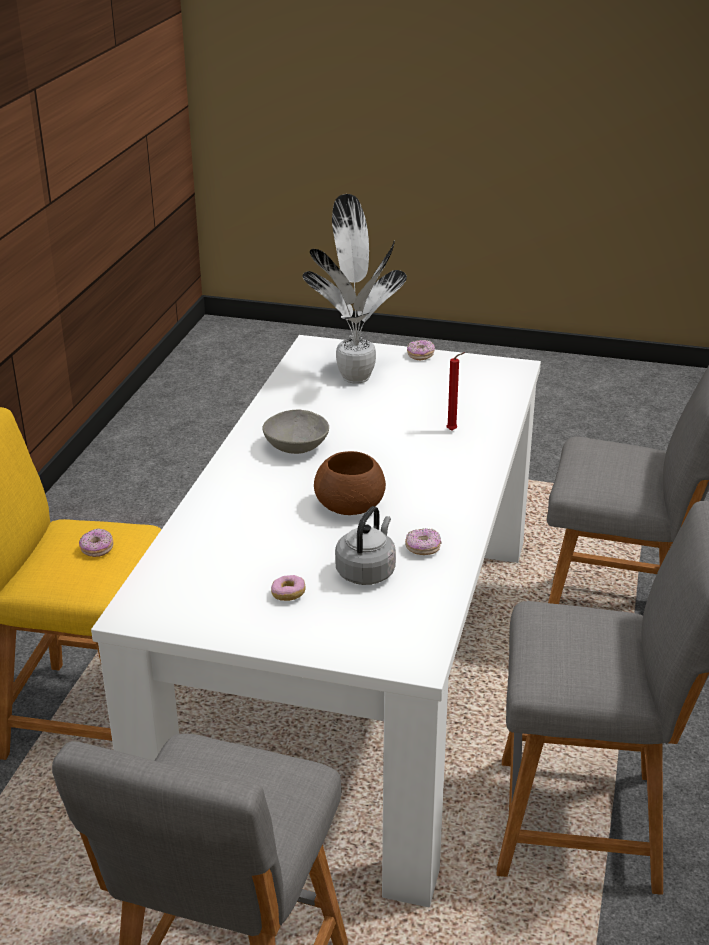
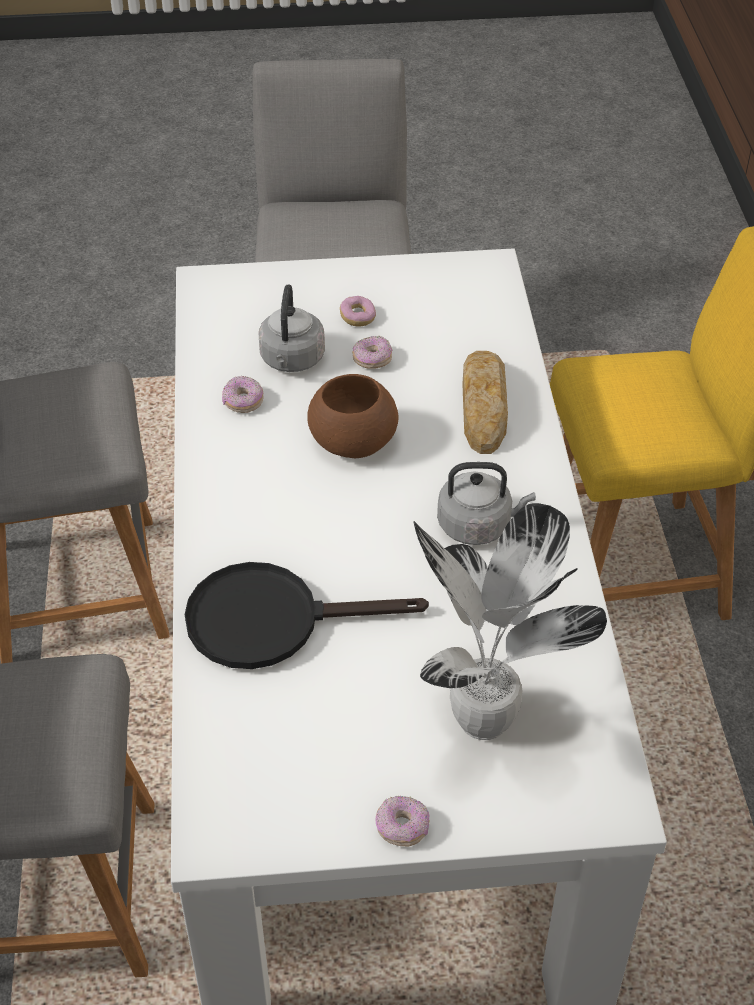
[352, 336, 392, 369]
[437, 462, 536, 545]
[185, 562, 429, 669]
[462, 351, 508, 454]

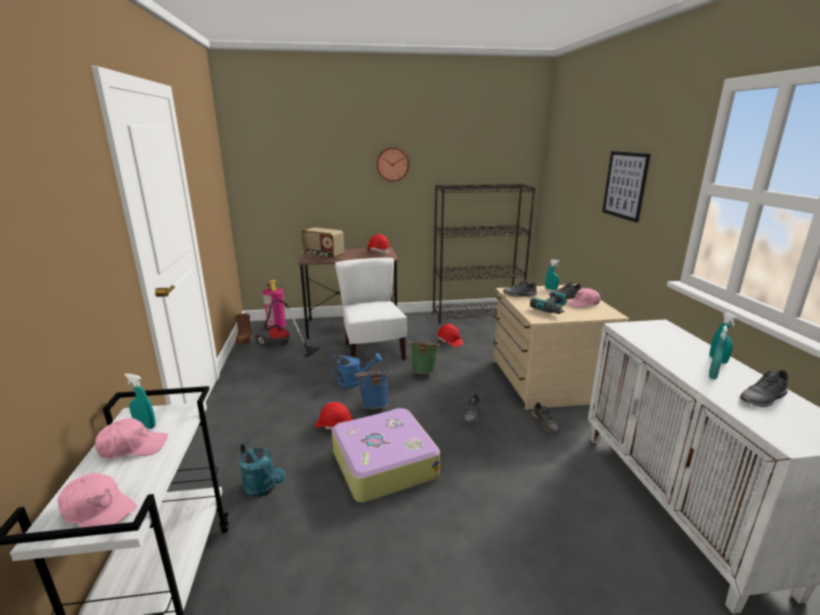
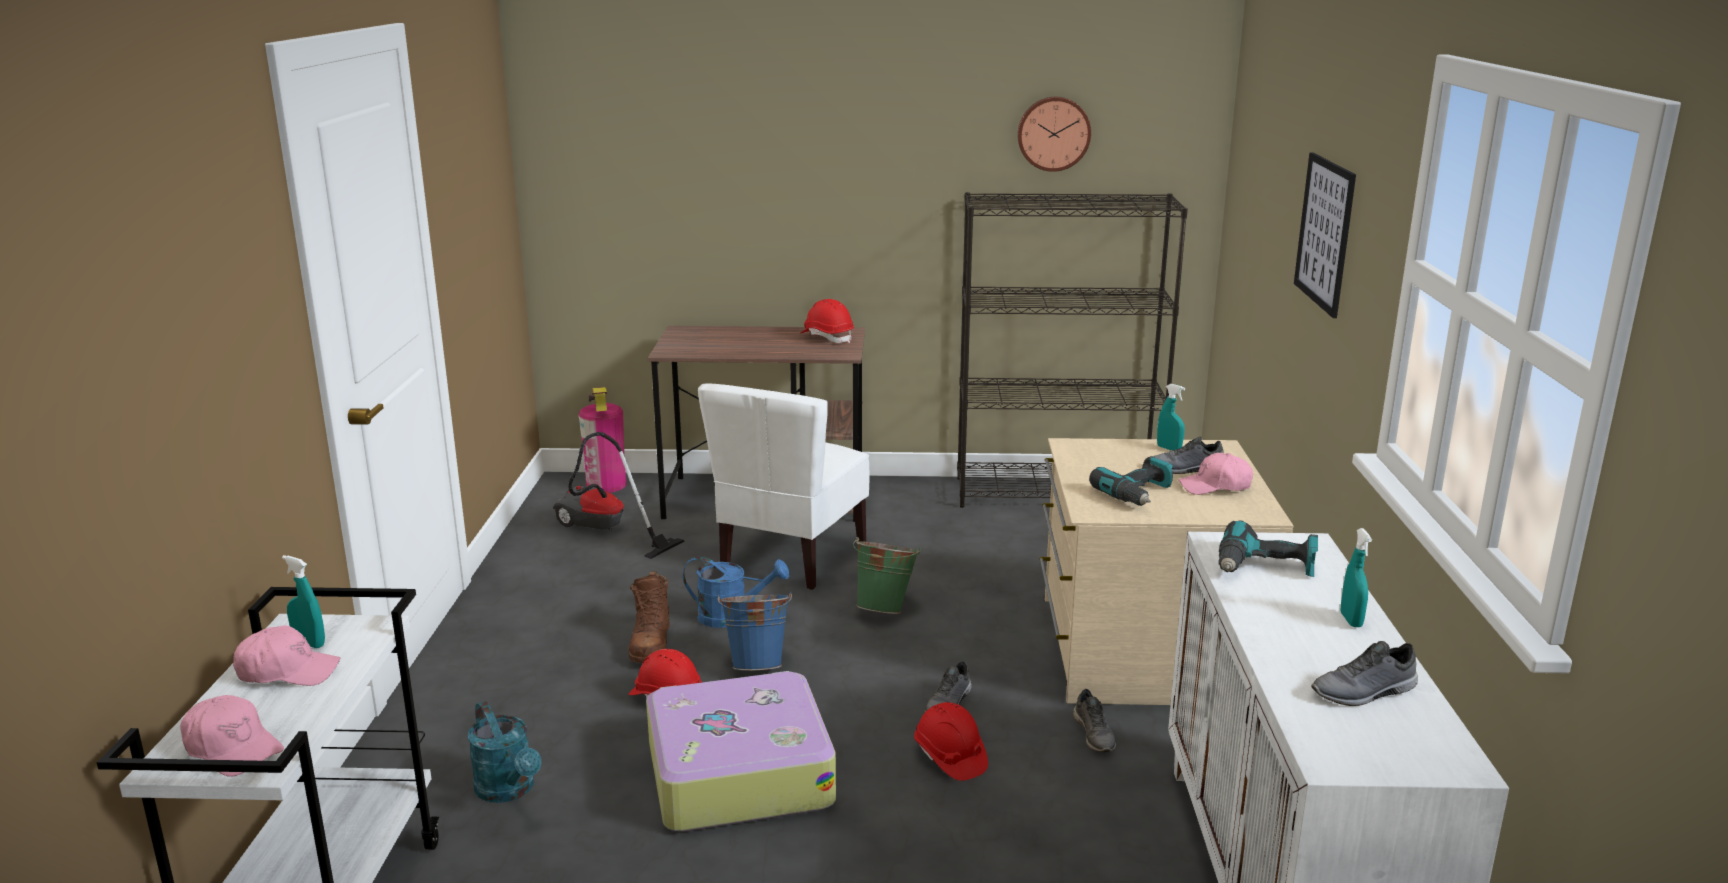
[628, 571, 670, 663]
[301, 227, 344, 260] (first image)
[698, 384, 869, 590]
[1017, 97, 1091, 172]
[914, 702, 988, 781]
[503, 280, 537, 297] (first image)
[709, 326, 727, 379] (first image)
[1218, 520, 1318, 577]

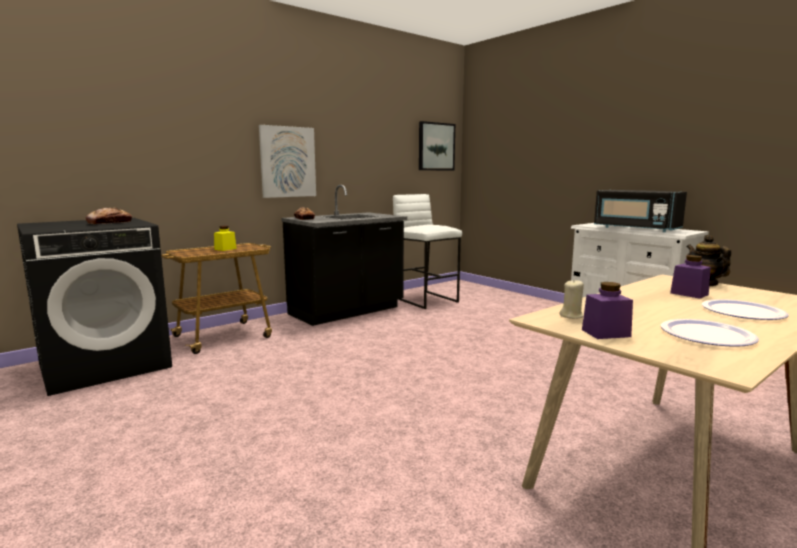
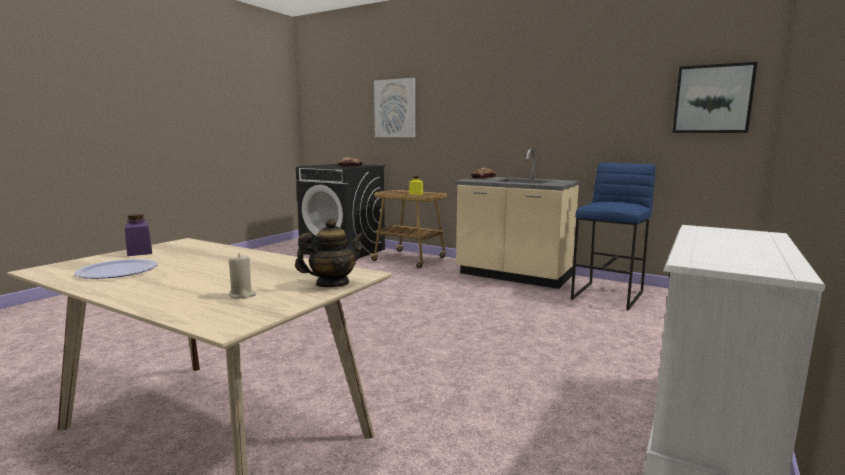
[374, 78, 415, 137]
[455, 148, 580, 289]
[571, 163, 656, 311]
[229, 254, 256, 299]
[594, 190, 687, 232] (first image)
[670, 255, 711, 299] (first image)
[702, 299, 789, 320] (first image)

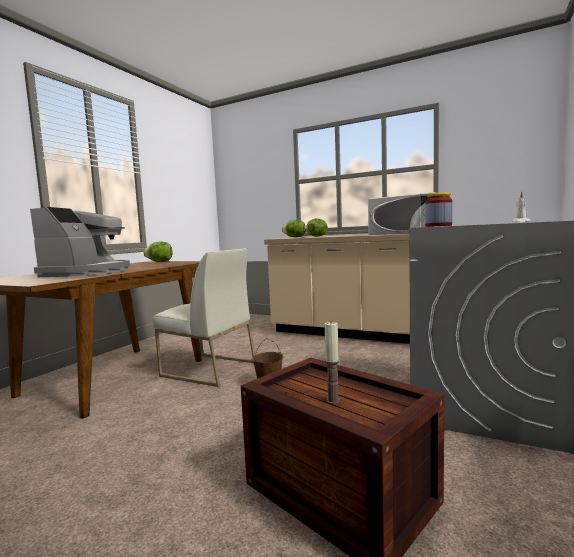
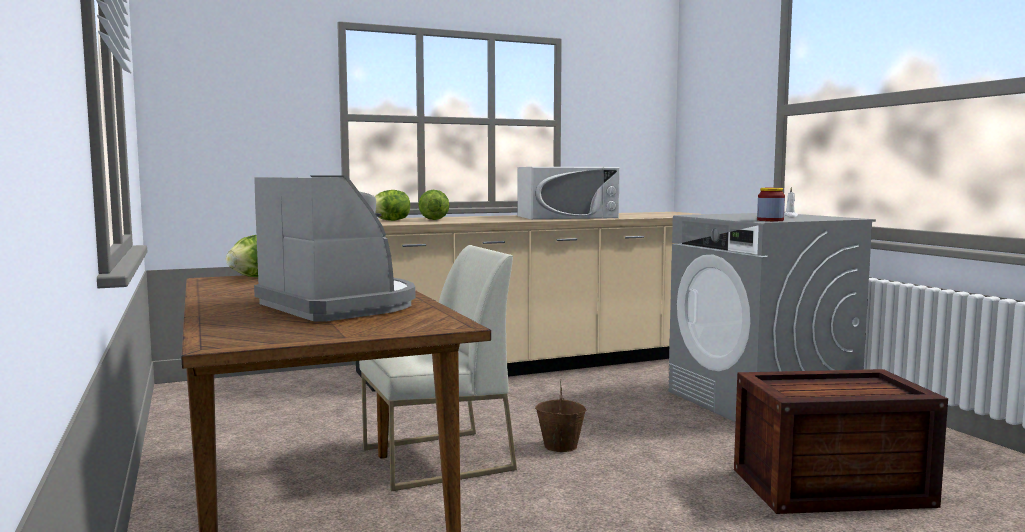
[325, 322, 340, 404] (first image)

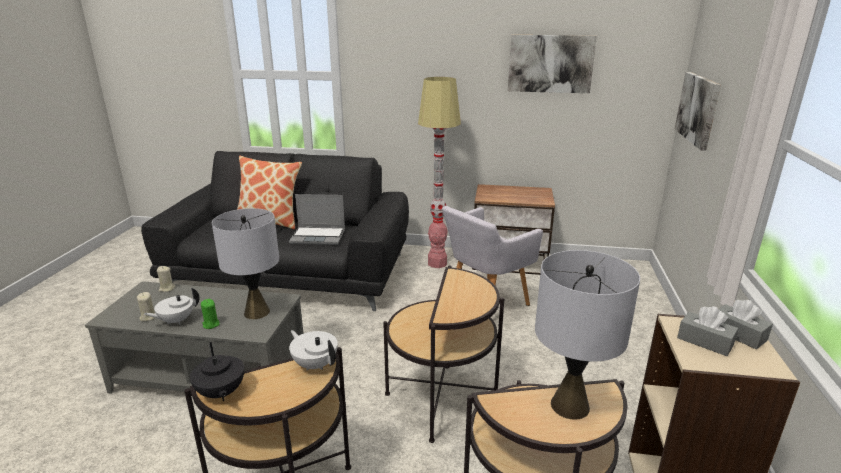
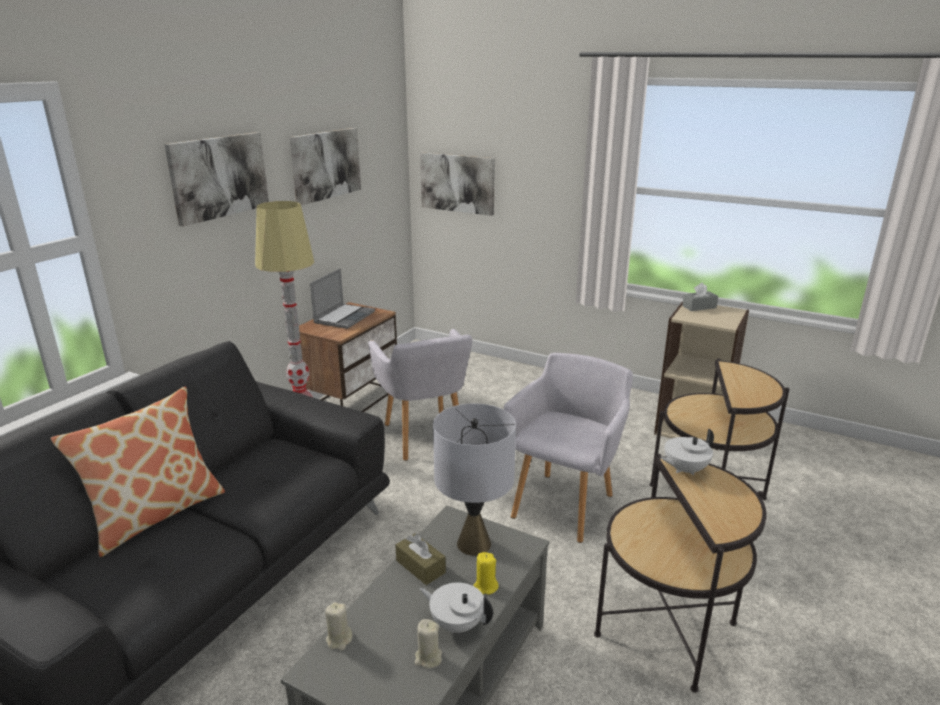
[419, 582, 493, 634]
[190, 342, 244, 401] (first image)
[473, 552, 499, 594]
[310, 268, 375, 329]
[504, 353, 633, 543]
[535, 250, 640, 420] (first image)
[677, 306, 739, 356] (first image)
[164, 132, 269, 227]
[395, 533, 446, 585]

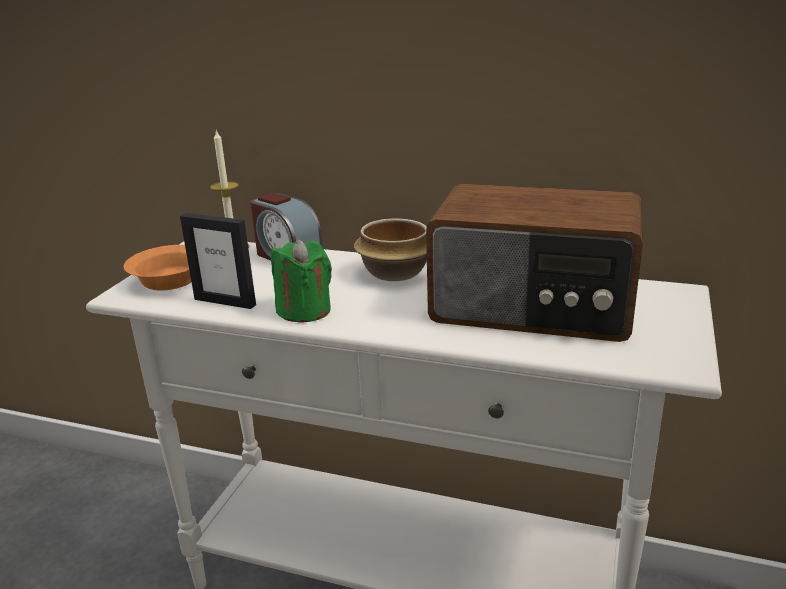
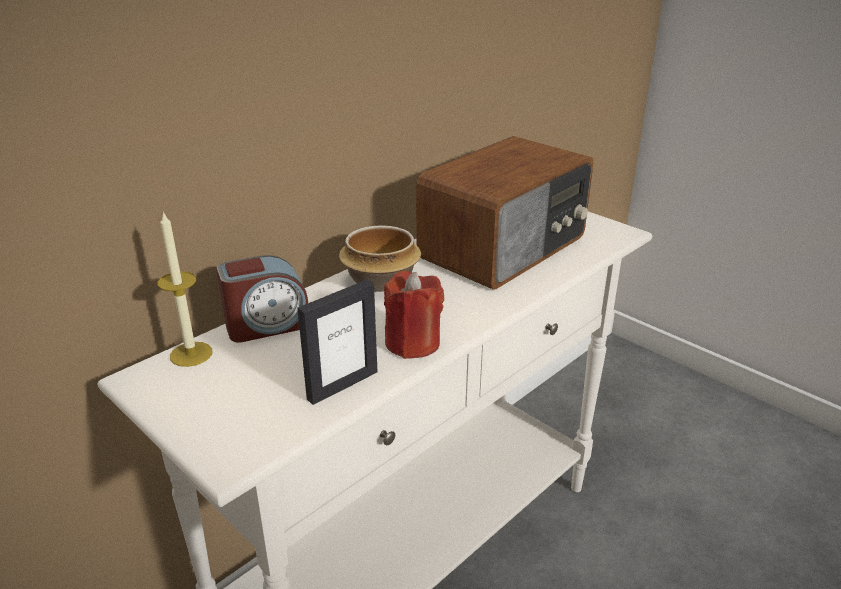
[124, 245, 191, 290] (first image)
[384, 271, 444, 359]

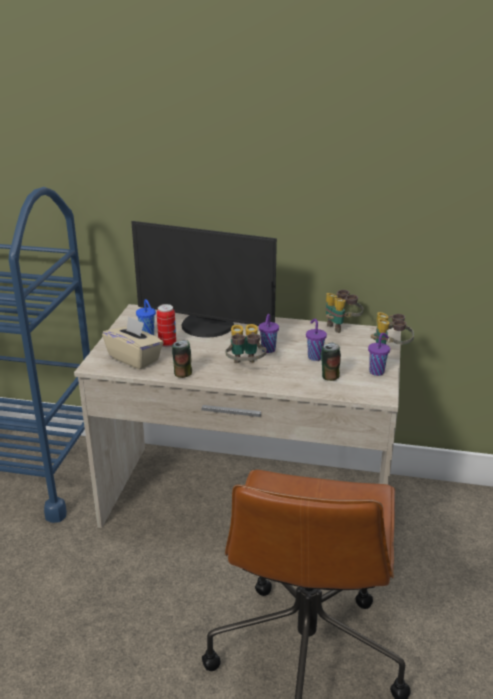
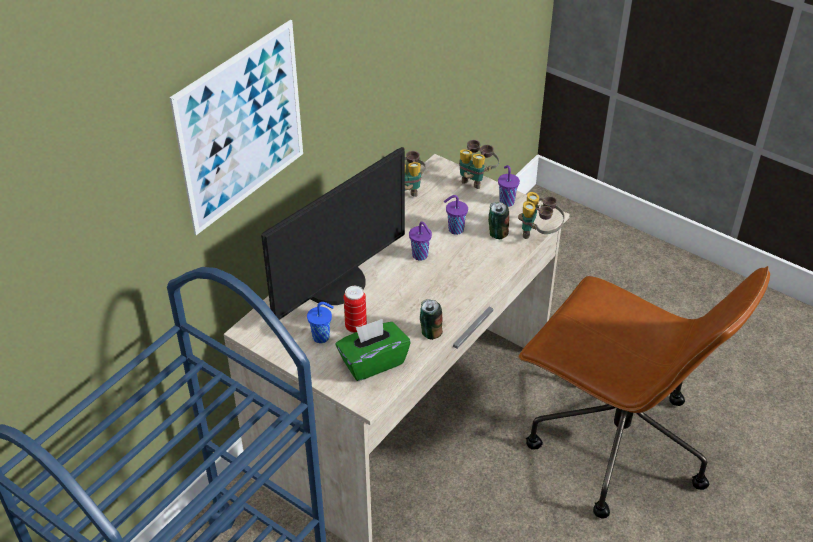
[336, 319, 410, 381]
[518, 192, 565, 239]
[170, 20, 303, 235]

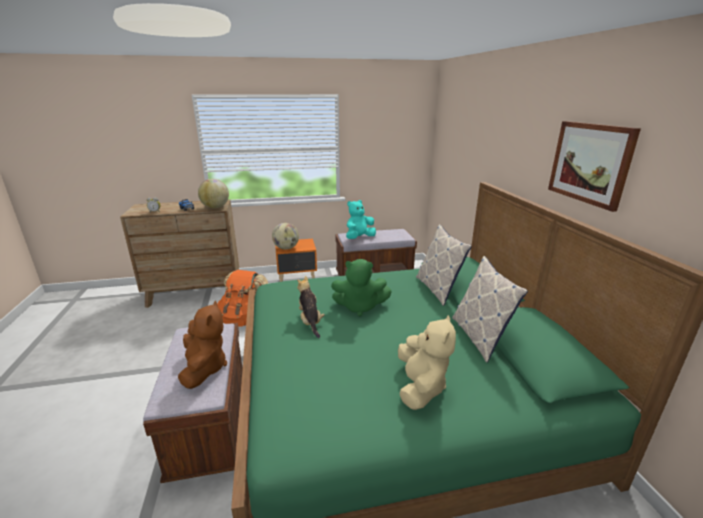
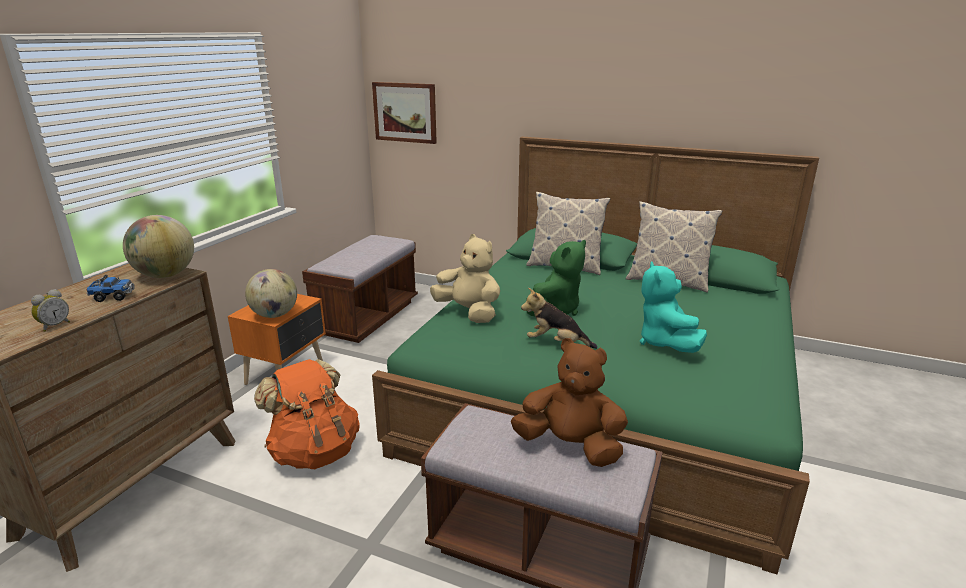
[640, 262, 707, 353]
[430, 234, 500, 323]
[372, 82, 437, 144]

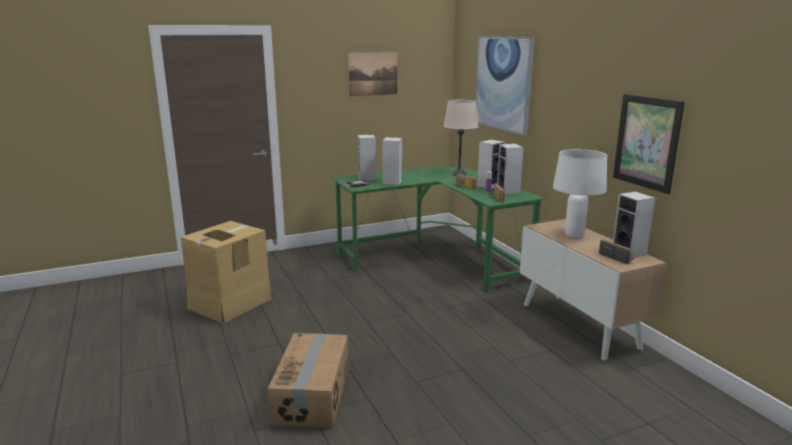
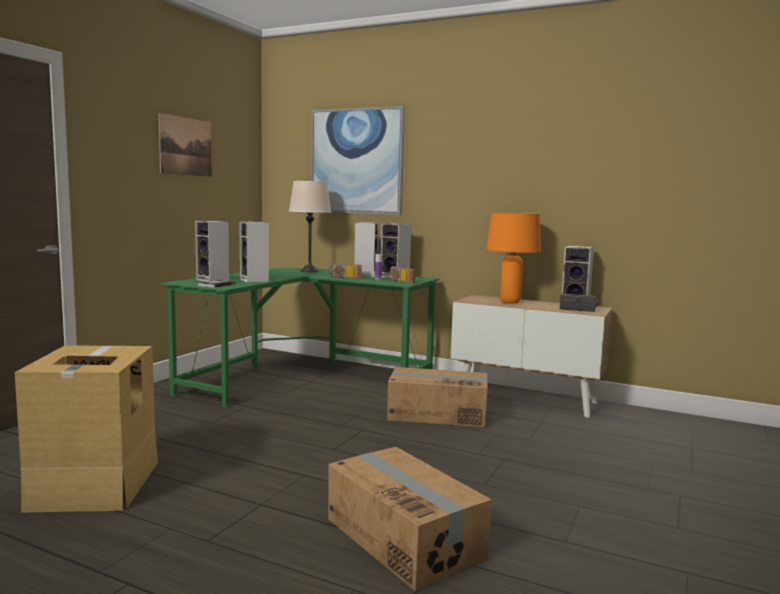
[486, 212, 541, 304]
[613, 94, 685, 194] (first image)
[387, 367, 488, 427]

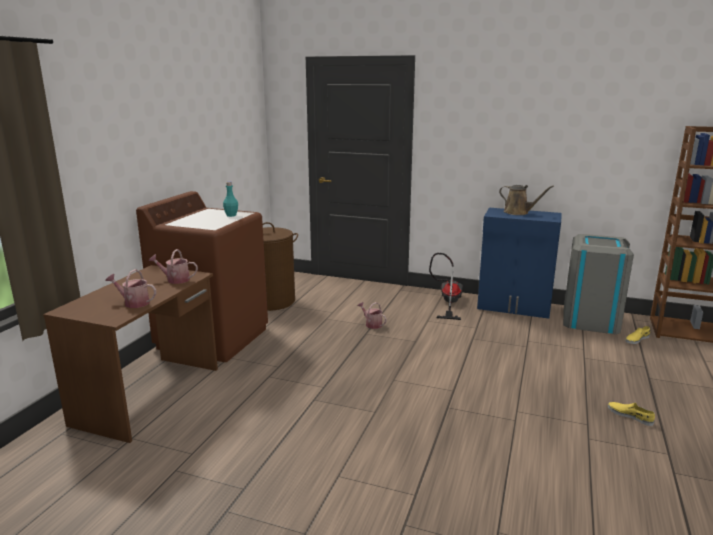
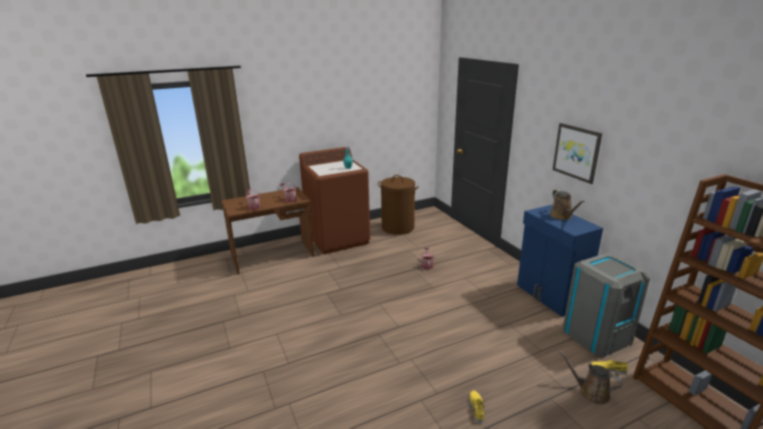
[429, 253, 463, 320] (first image)
[553, 123, 602, 184]
[559, 351, 623, 404]

